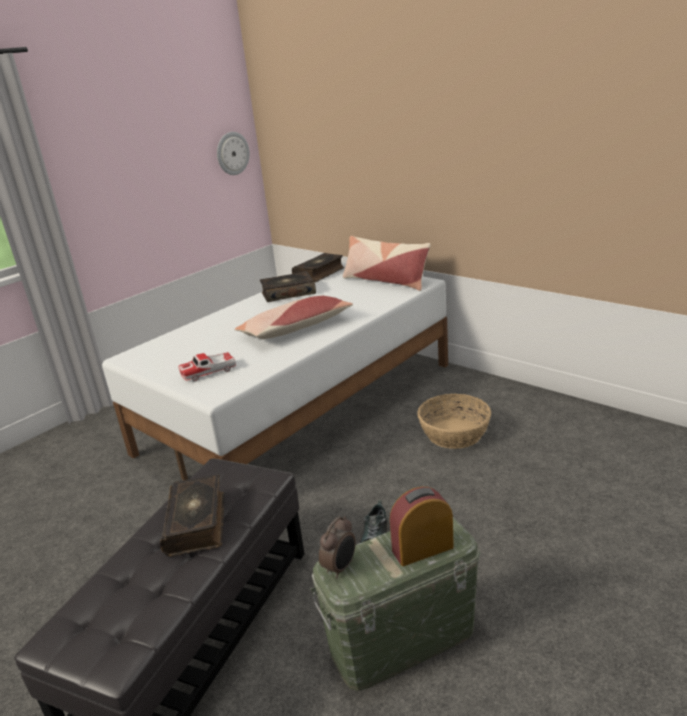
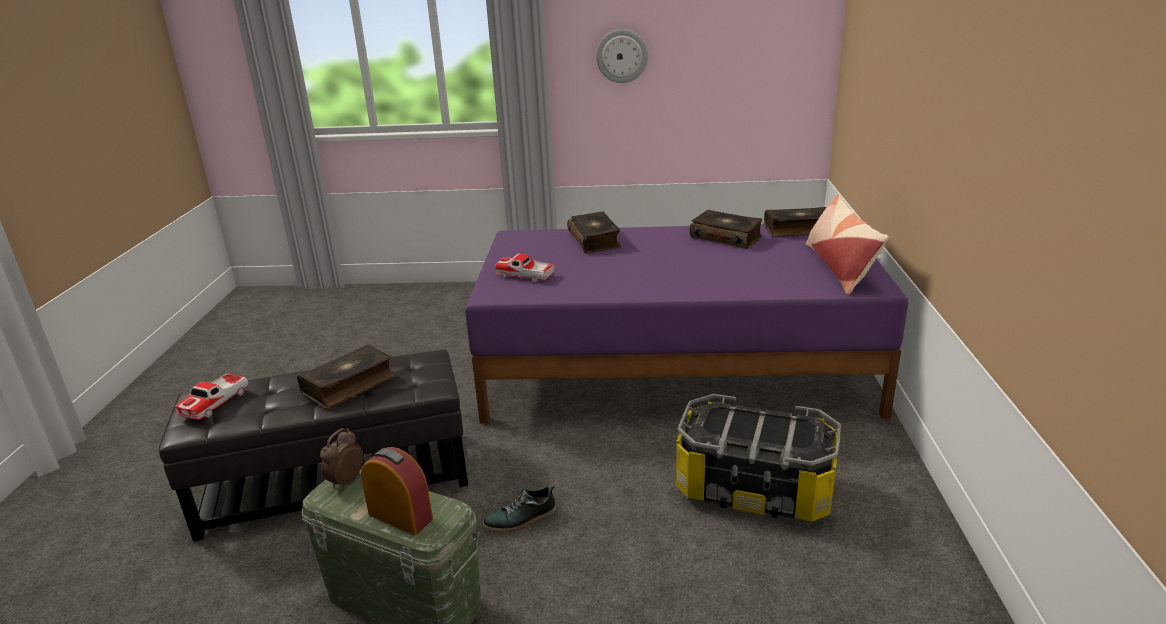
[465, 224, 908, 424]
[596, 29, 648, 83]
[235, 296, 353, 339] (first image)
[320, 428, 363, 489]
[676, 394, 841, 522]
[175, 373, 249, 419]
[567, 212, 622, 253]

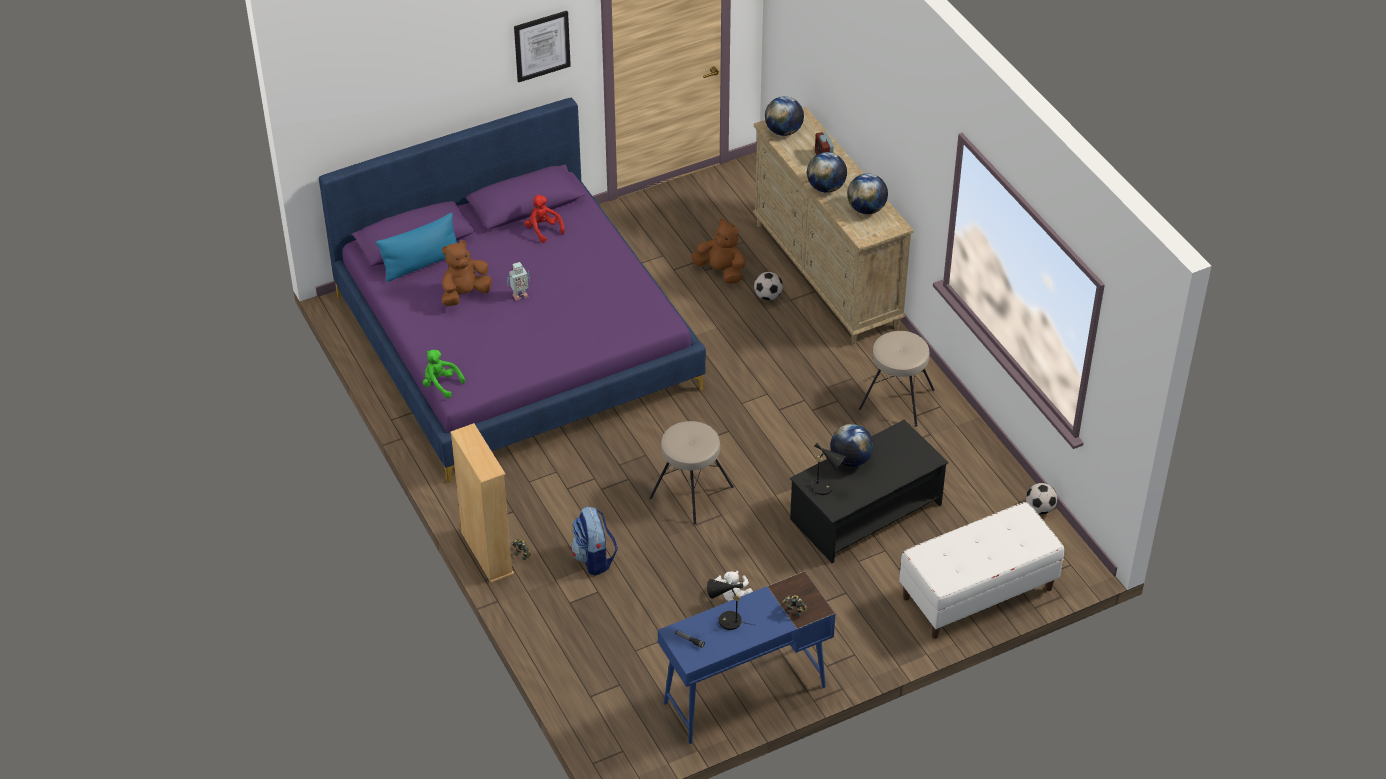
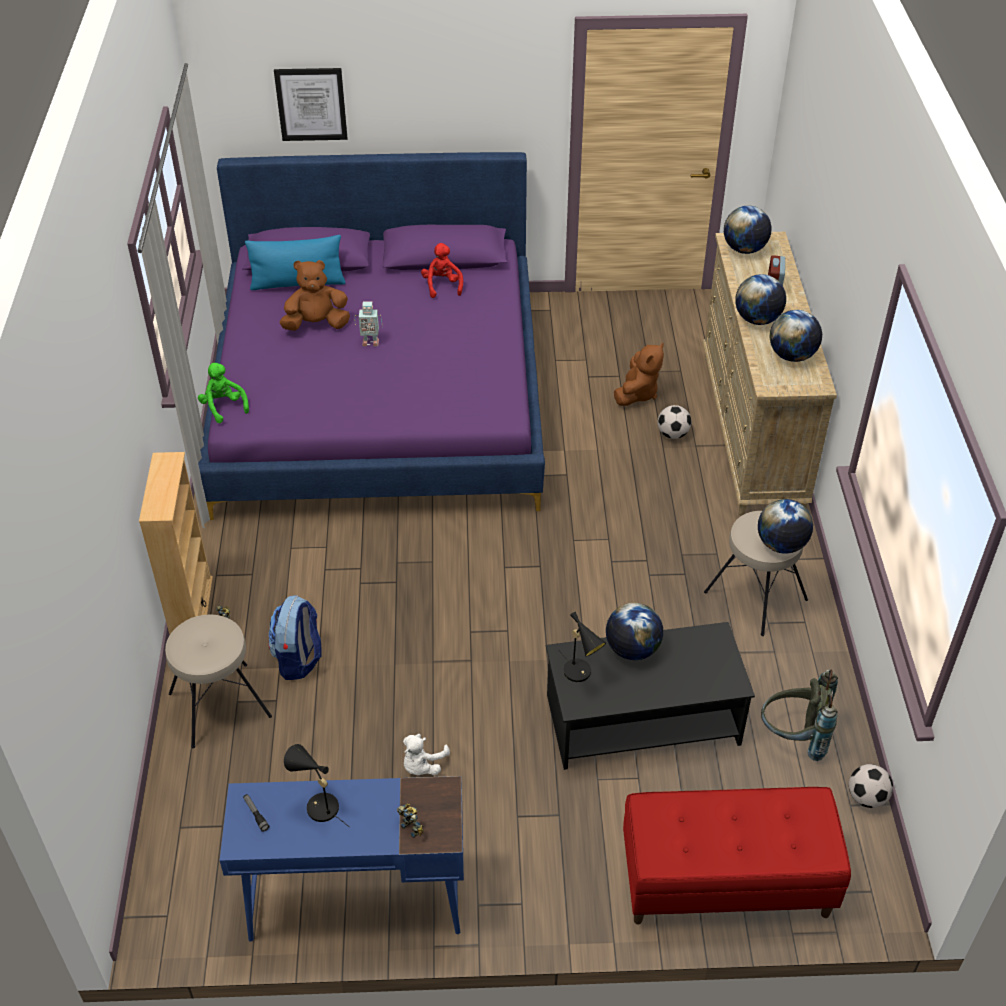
[274, 68, 347, 141]
[165, 614, 272, 748]
[614, 343, 664, 406]
[623, 787, 851, 925]
[758, 499, 813, 553]
[761, 670, 838, 761]

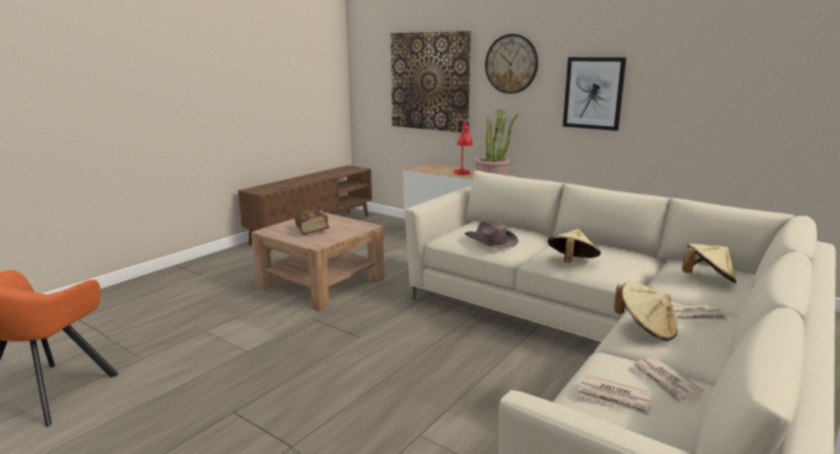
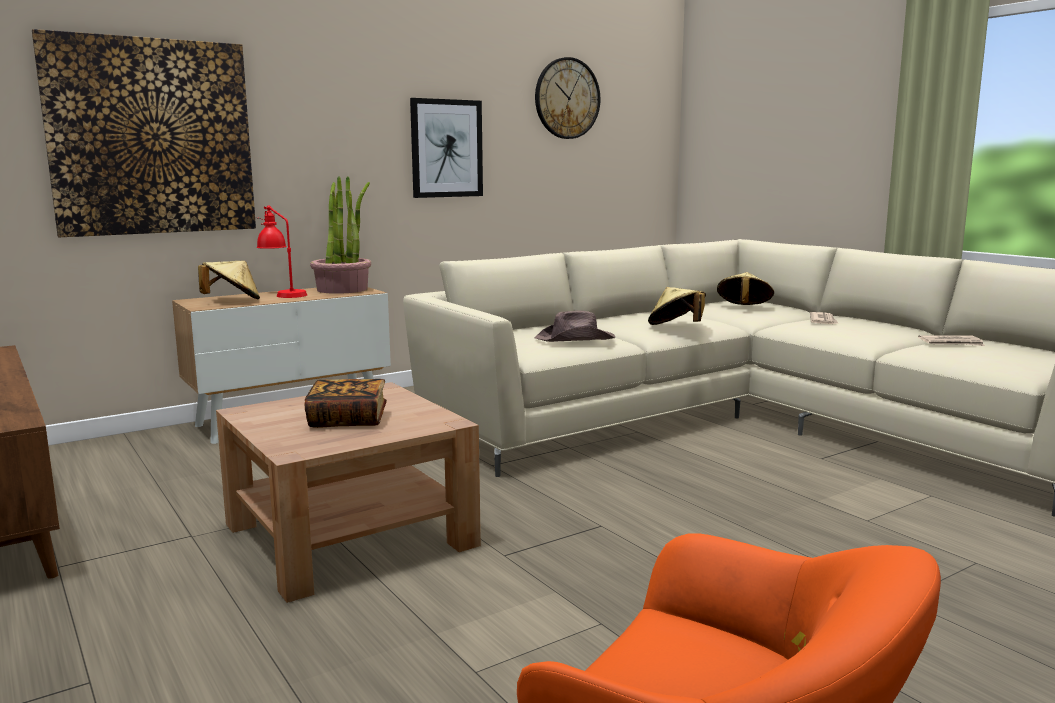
[535, 57, 600, 139]
[578, 374, 652, 416] (first image)
[198, 261, 260, 299]

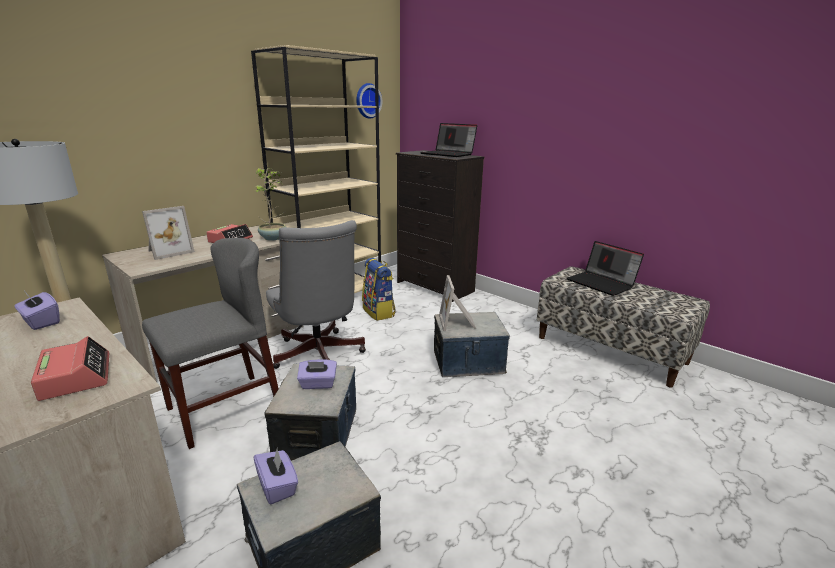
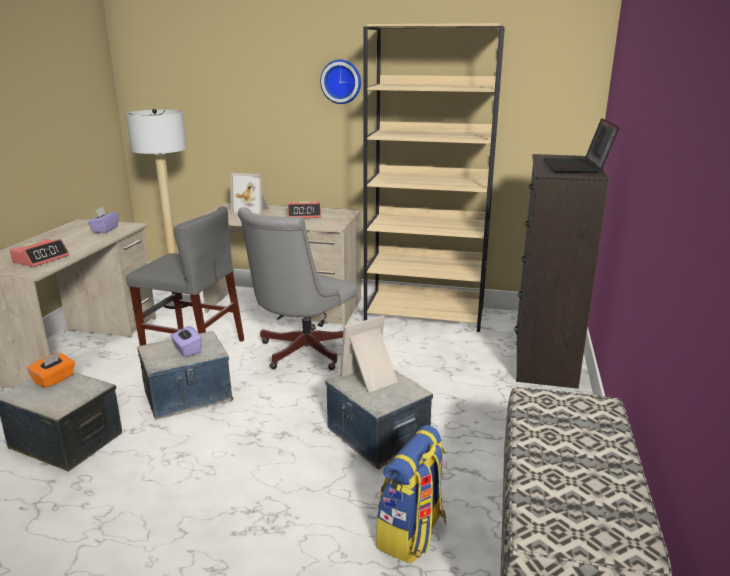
[253, 168, 286, 241] (first image)
[27, 353, 75, 388]
[320, 60, 361, 104]
[376, 425, 446, 564]
[566, 241, 644, 296] (first image)

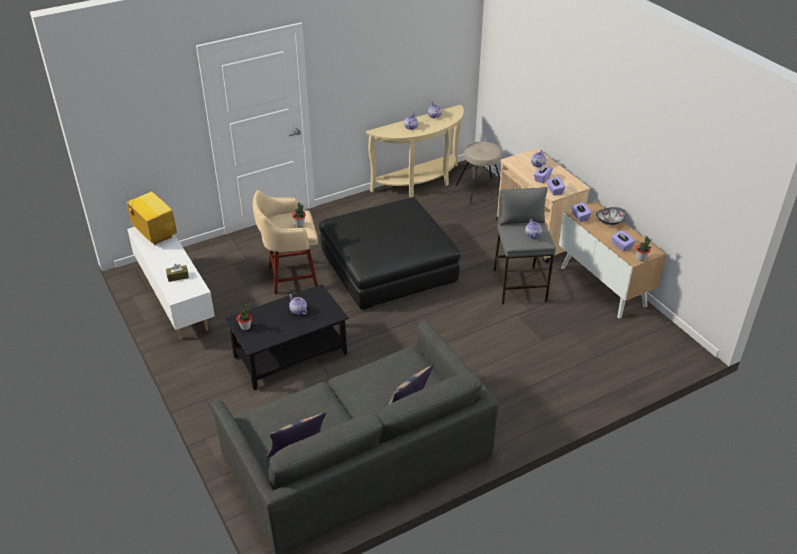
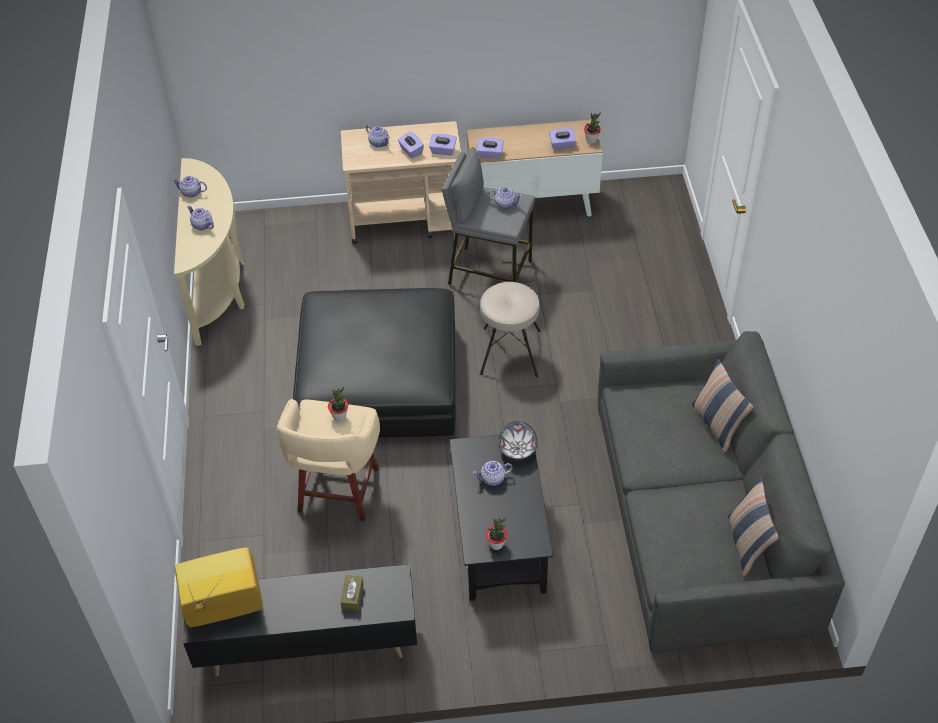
[183, 564, 417, 677]
[480, 282, 540, 377]
[498, 421, 538, 460]

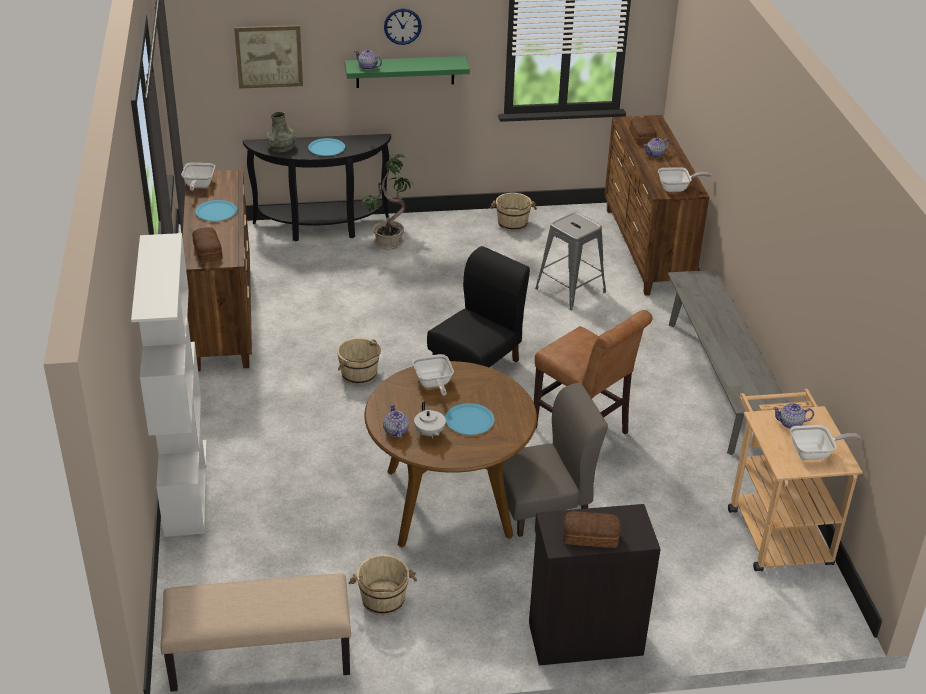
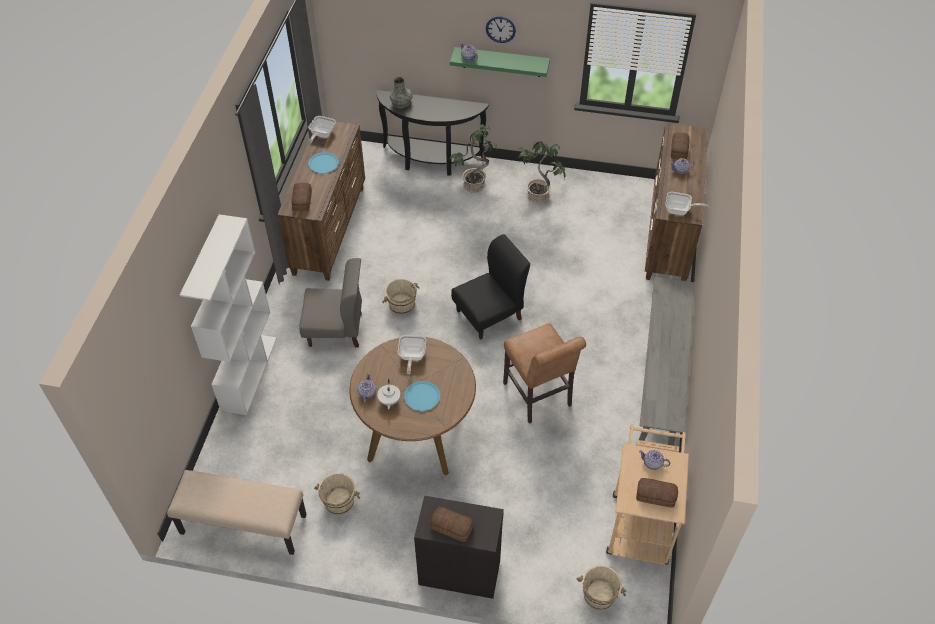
[234, 25, 303, 89] (first image)
[308, 138, 345, 156] (first image)
[577, 565, 627, 610]
[299, 258, 362, 348]
[535, 212, 606, 310] (first image)
[636, 478, 678, 508]
[518, 141, 566, 203]

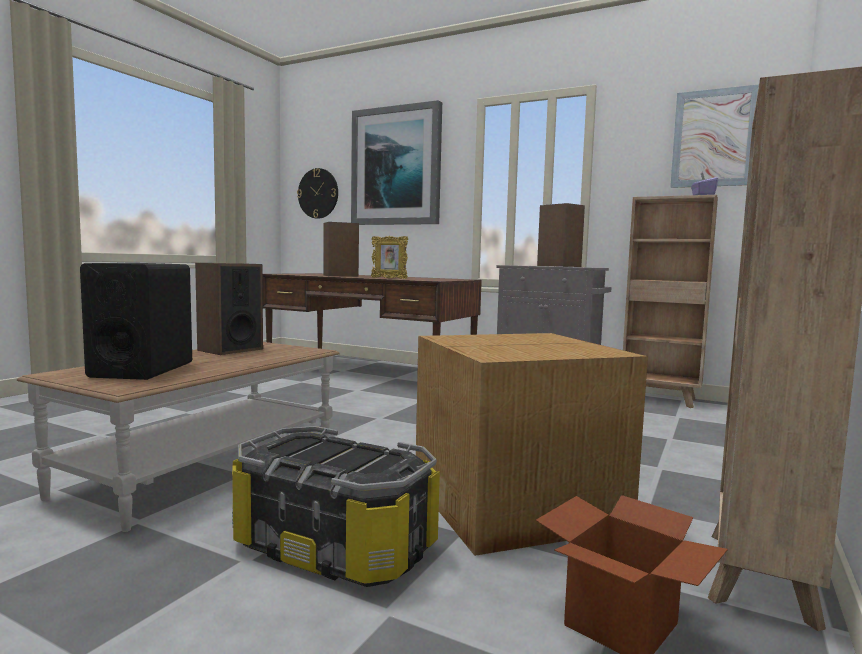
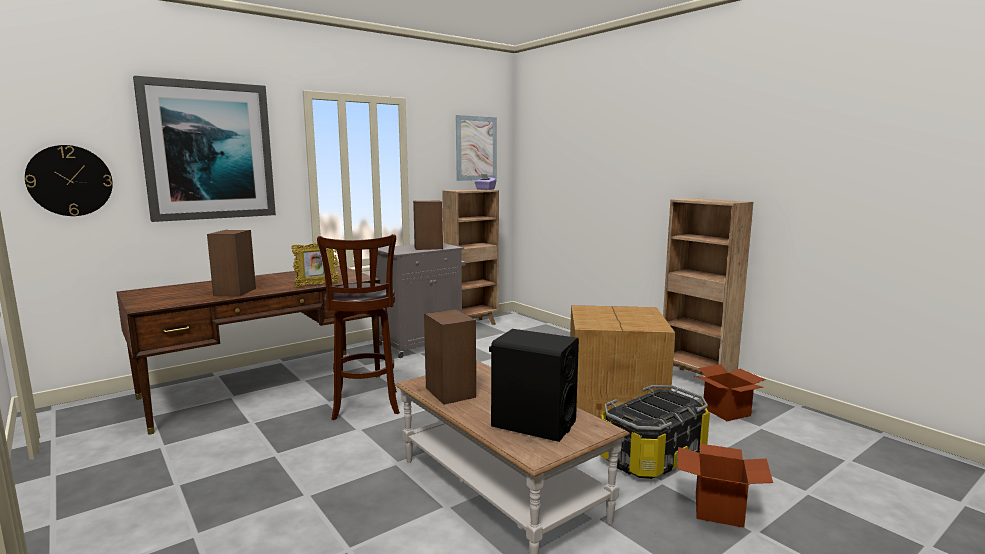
[317, 234, 400, 420]
[678, 444, 773, 528]

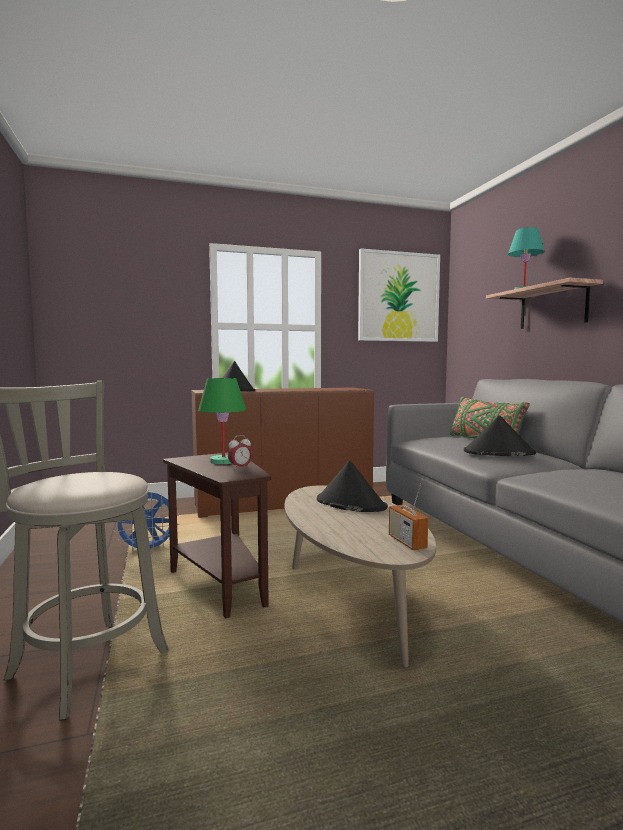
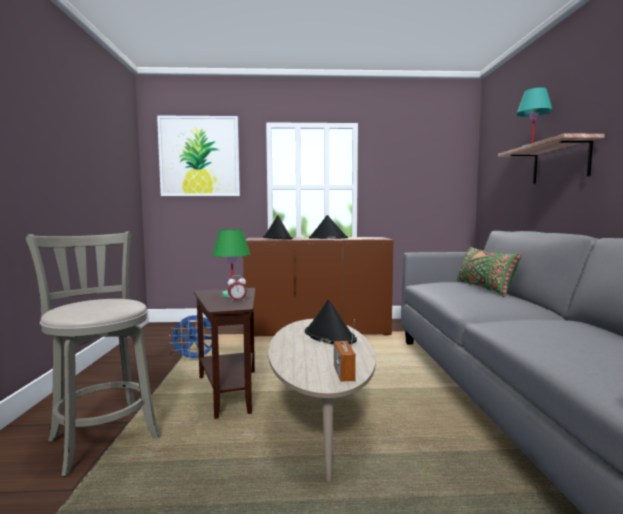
[157, 115, 240, 196]
[309, 215, 348, 239]

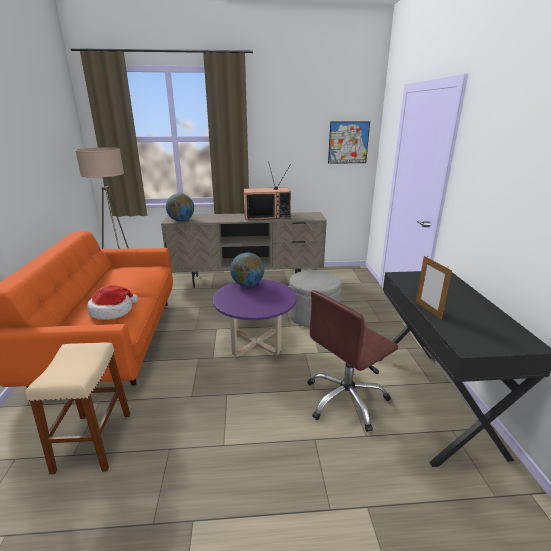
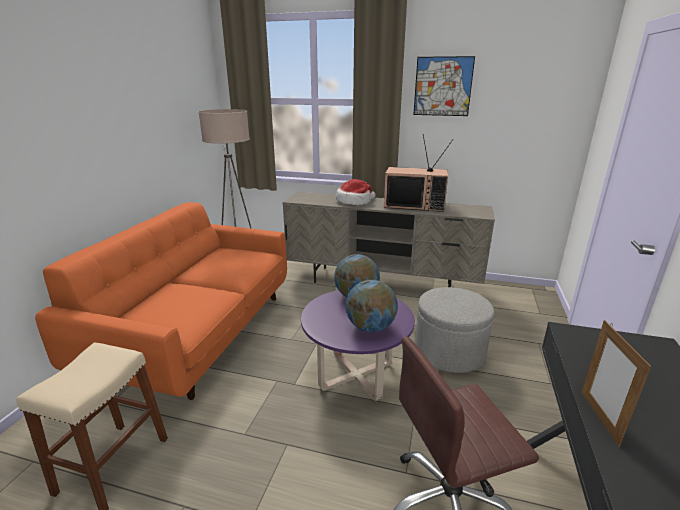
[336, 179, 376, 205]
[346, 280, 398, 332]
[413, 56, 475, 116]

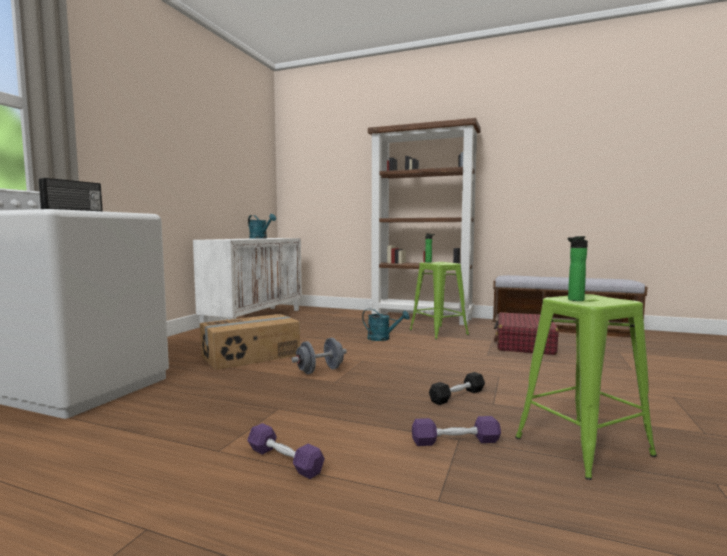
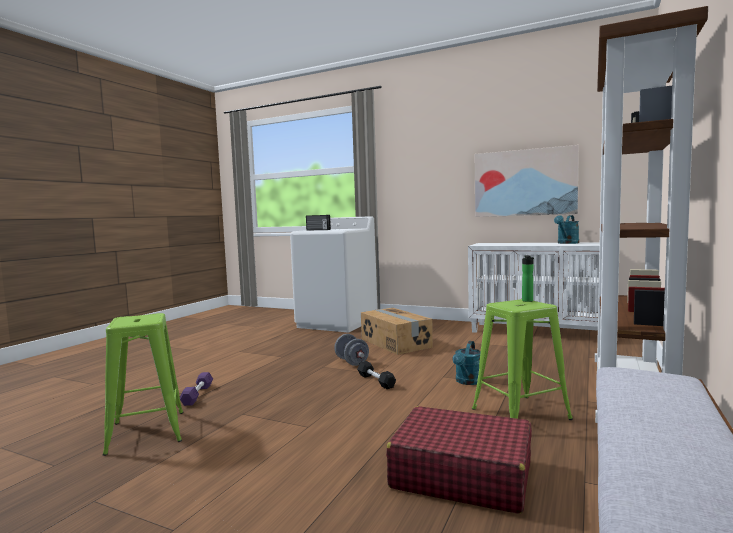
[247, 423, 325, 479] (first image)
[357, 361, 396, 389]
[568, 236, 588, 301] (first image)
[475, 145, 579, 217]

